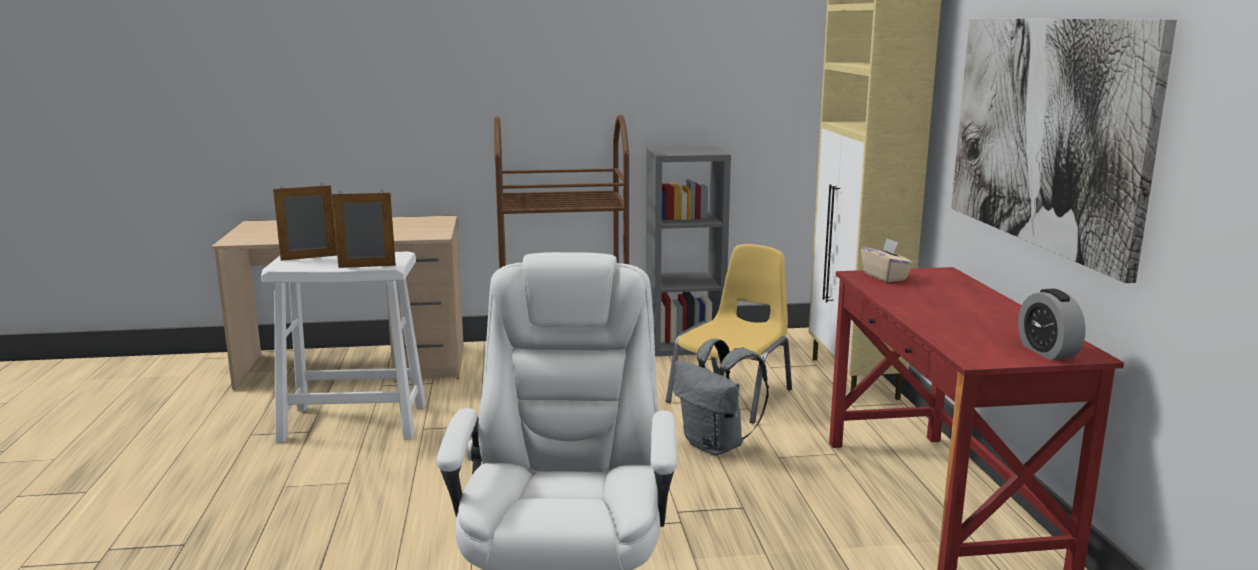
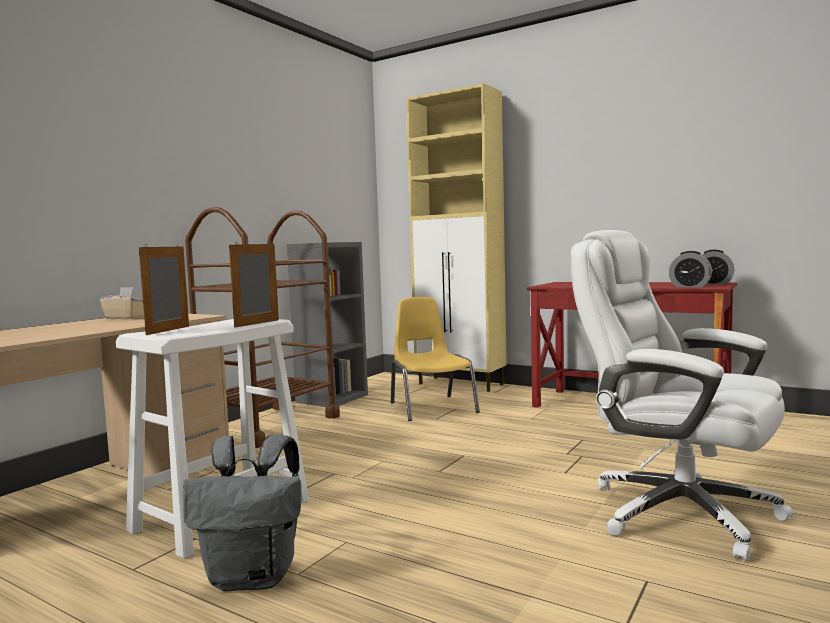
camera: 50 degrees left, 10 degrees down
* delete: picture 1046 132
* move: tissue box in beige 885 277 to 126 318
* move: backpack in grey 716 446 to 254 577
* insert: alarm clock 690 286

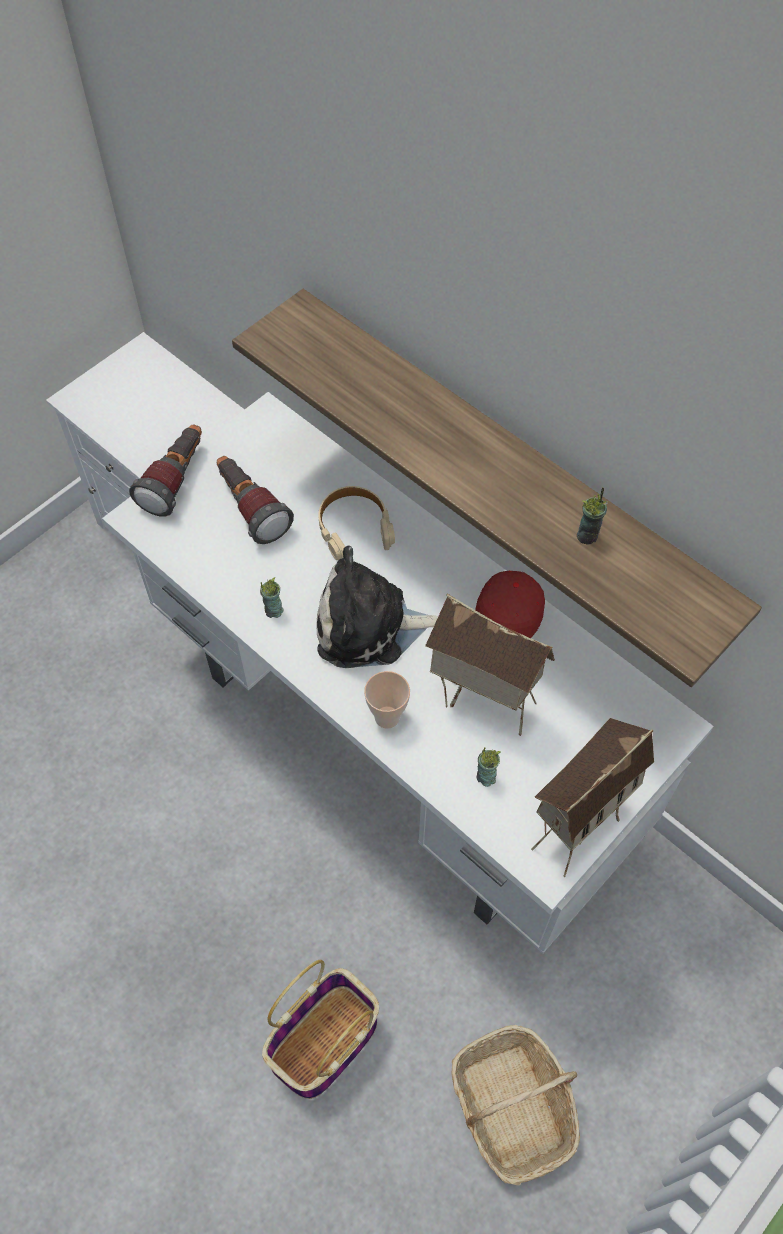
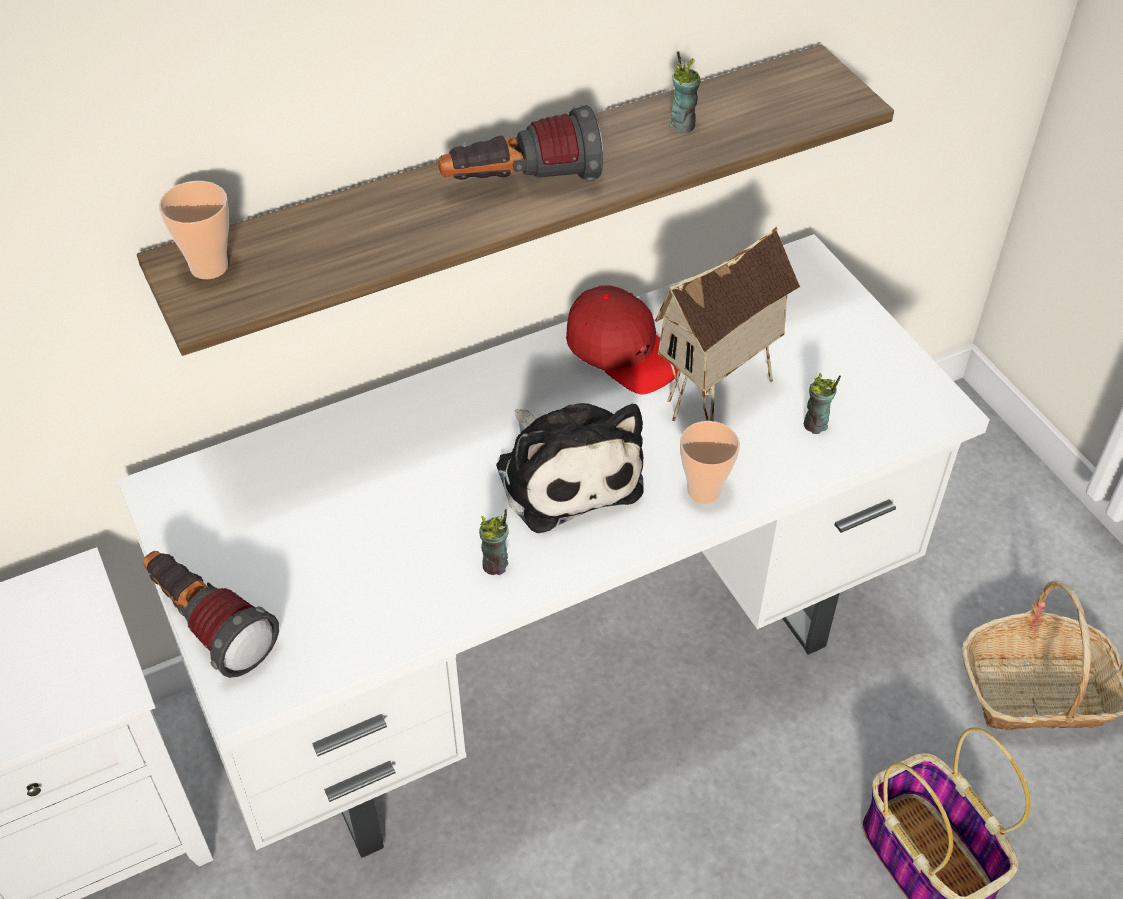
camera: 70 degrees left, 10 degrees down
* move: flashlight 250 509 to 521 184
* delete: headphones in beige 354 528
* rotate: plush toy 369 626 = 566 473 45 degrees counterclockwise
* delete: toy house 575 823
* insert: cup 209 267

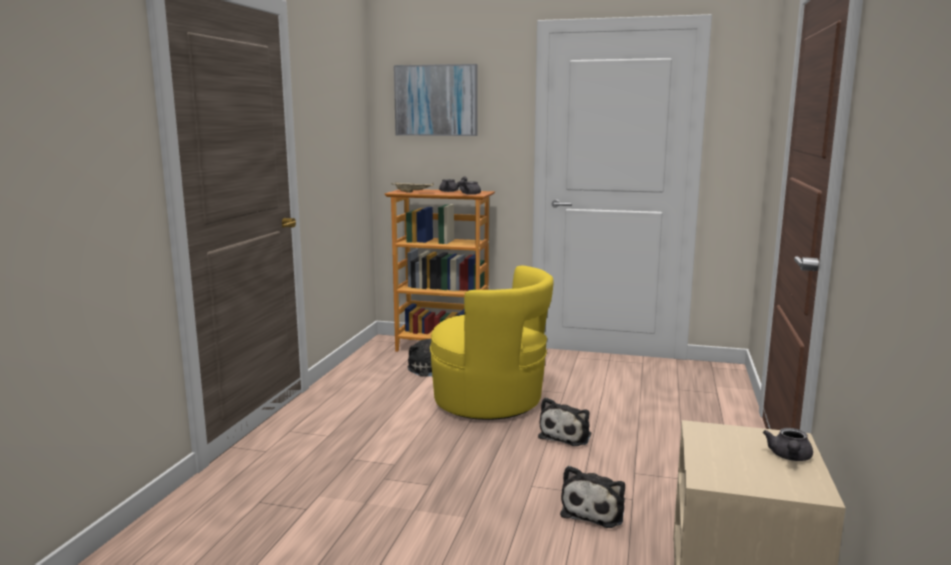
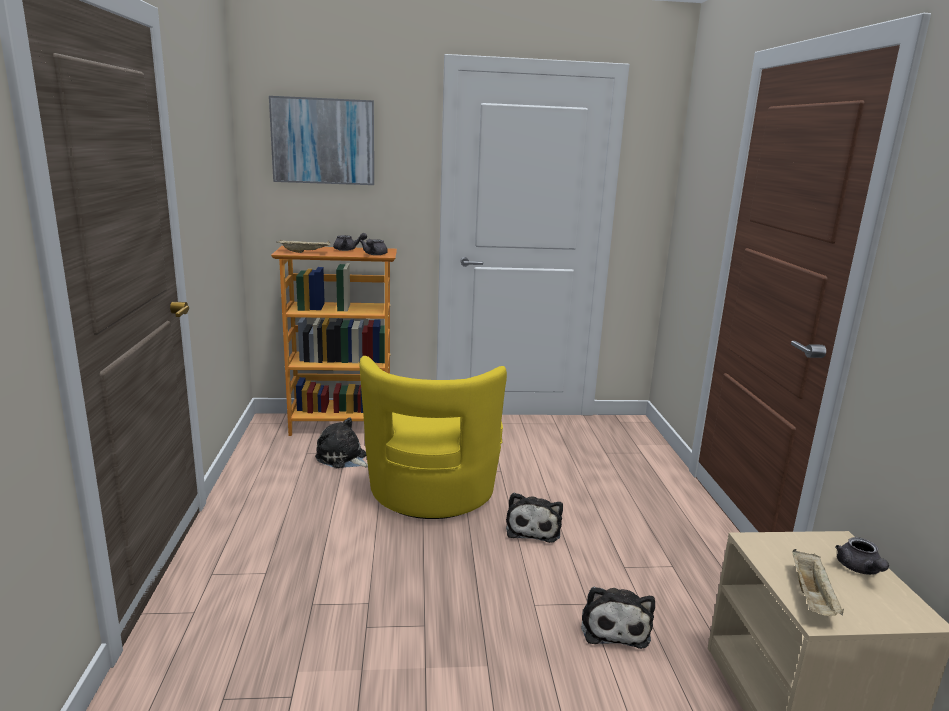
camera: 20 degrees left, 5 degrees up
* rotate: armchair in yellow 490 401 = 431 493 90 degrees clockwise
* insert: tray in beige 812 598

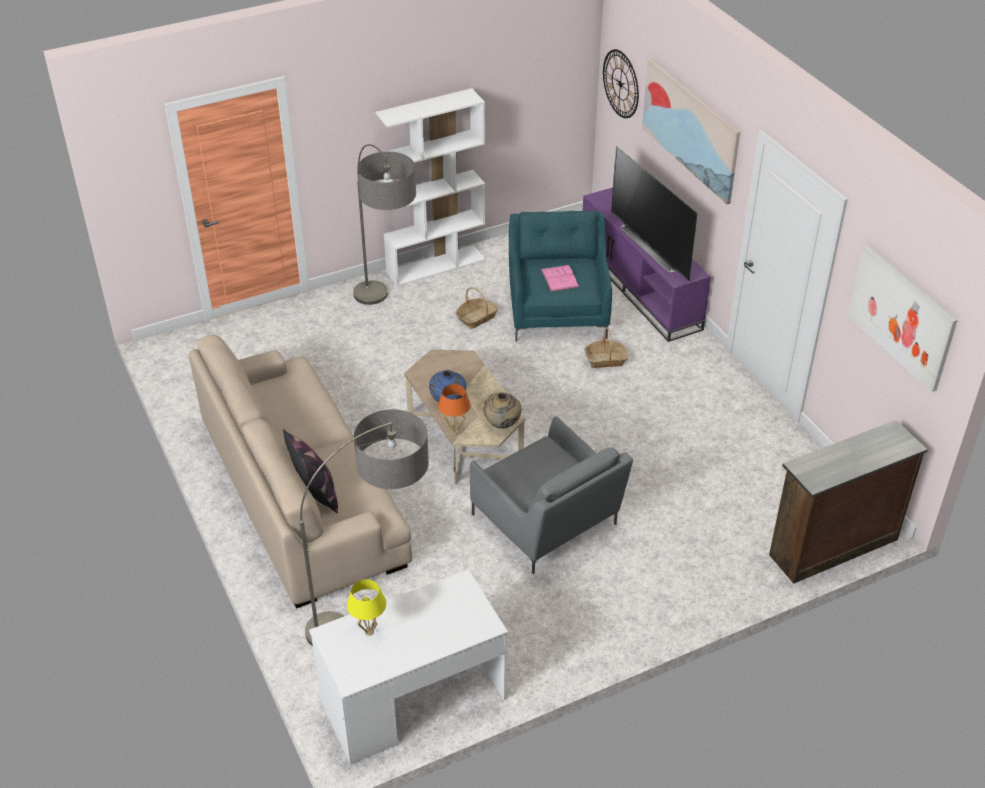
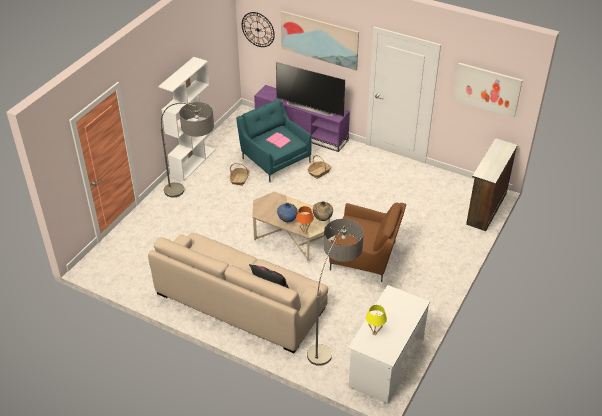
camera: 35 degrees left, 0 degrees up
* recolor: armchair in grey 547 523 to armchair in brown 366 257

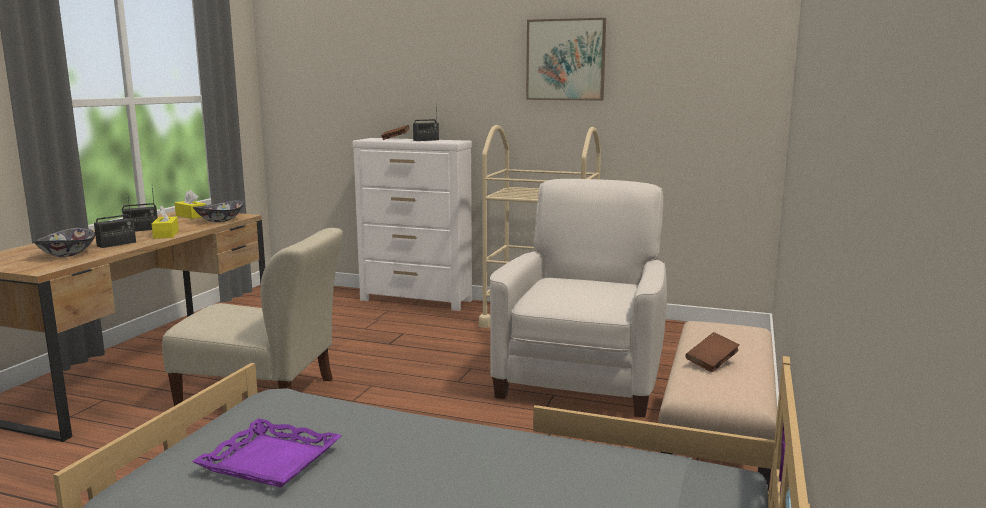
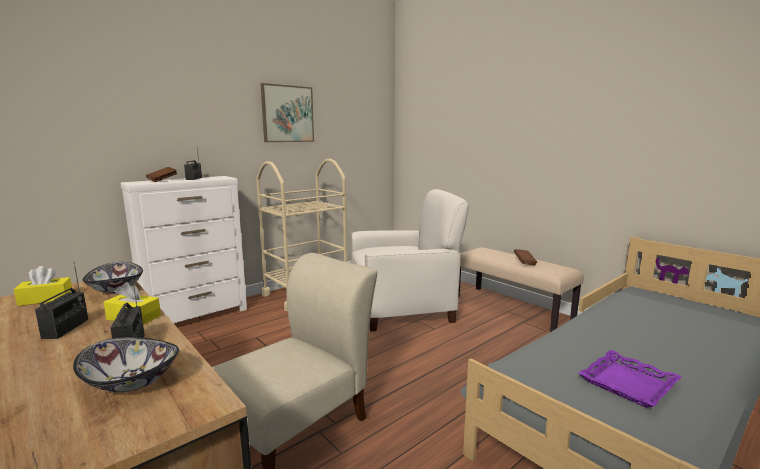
camera: 60 degrees left, 0 degrees up
* rotate: armchair in white 581 378 = 403 308 120 degrees clockwise

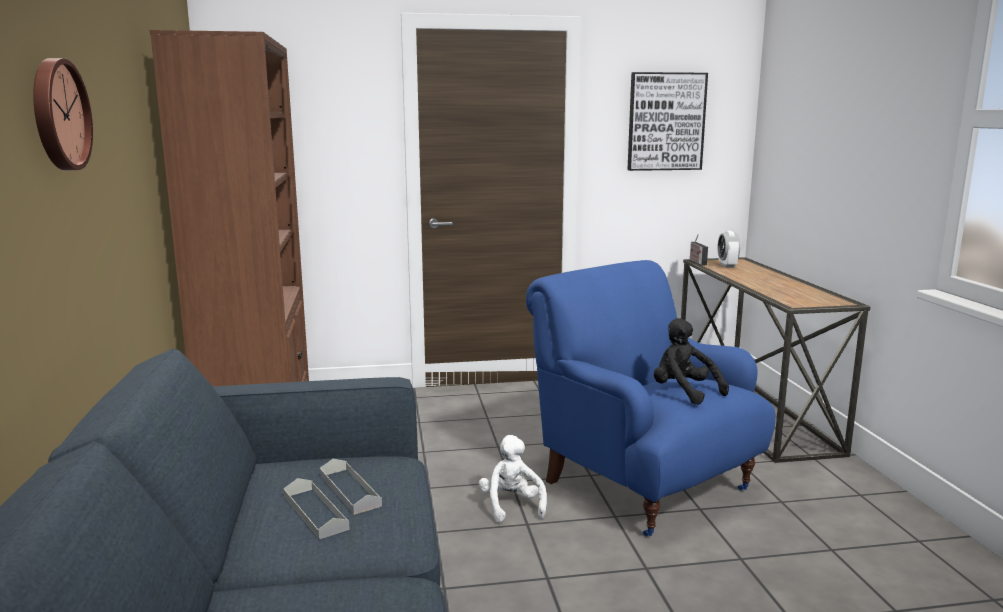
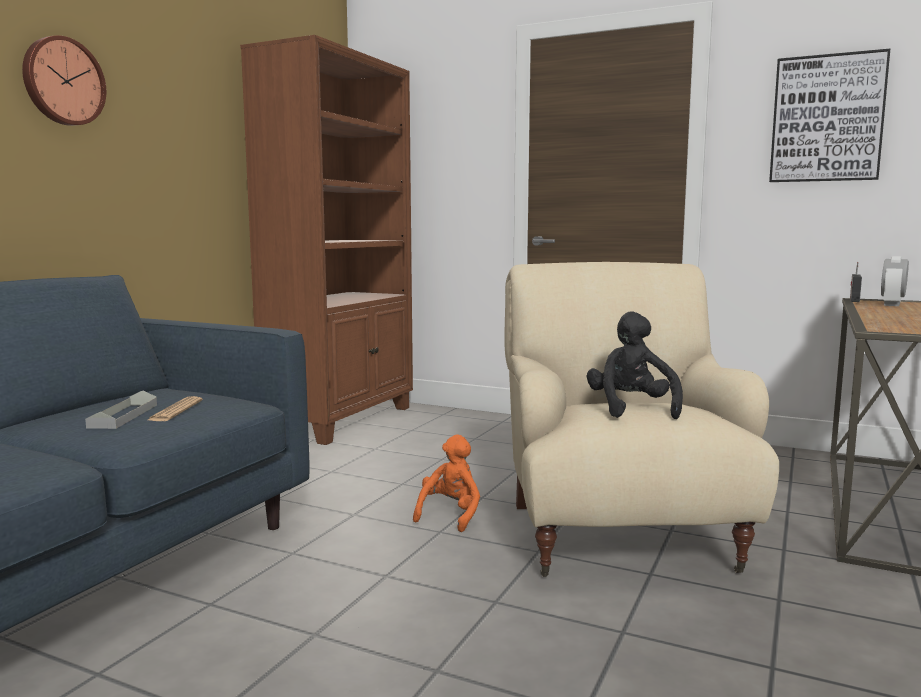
camera: 35 degrees right, 5 degrees down
* recolor: armchair in blue 643 484 to armchair in beige 618 535
* recolor: plush toy in white 511 506 to plush toy in orange 450 515
* replace: tray in grey 350 490 to newspaper 175 410

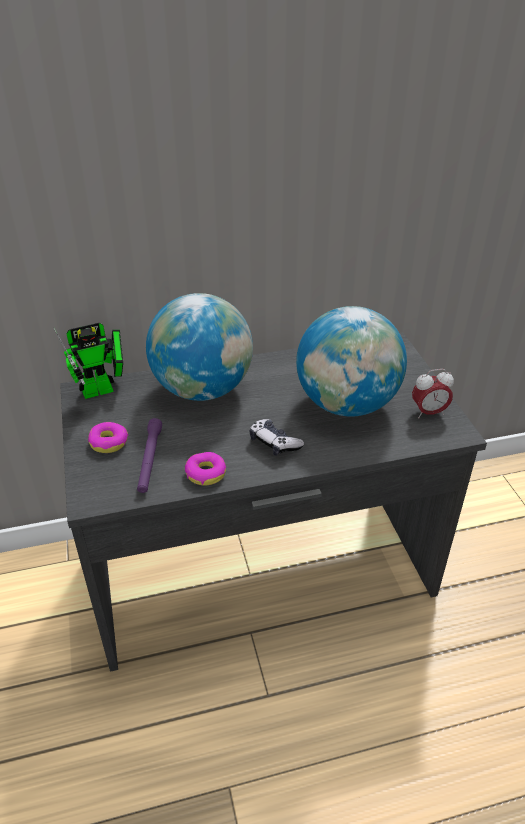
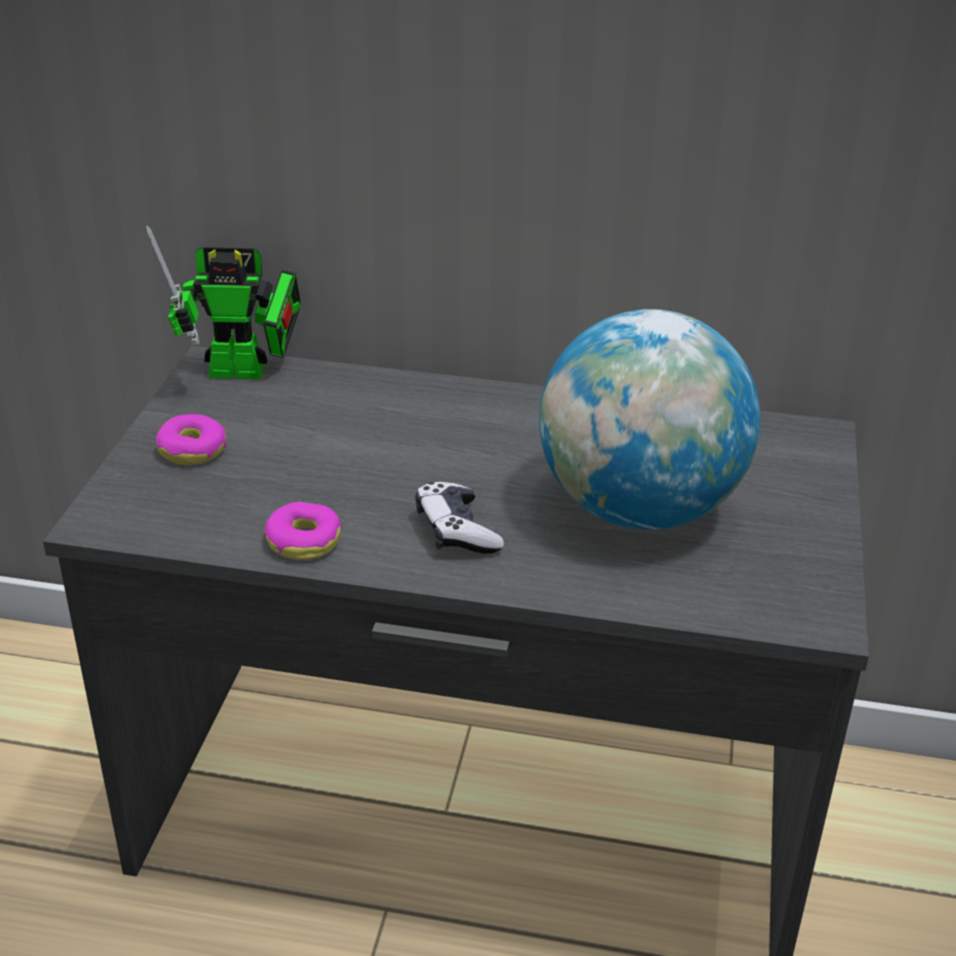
camera: 25 degrees right, 5 degrees down
* delete: globe 202 389
* delete: alarm clock 428 412
* delete: flashlight in purple 150 460

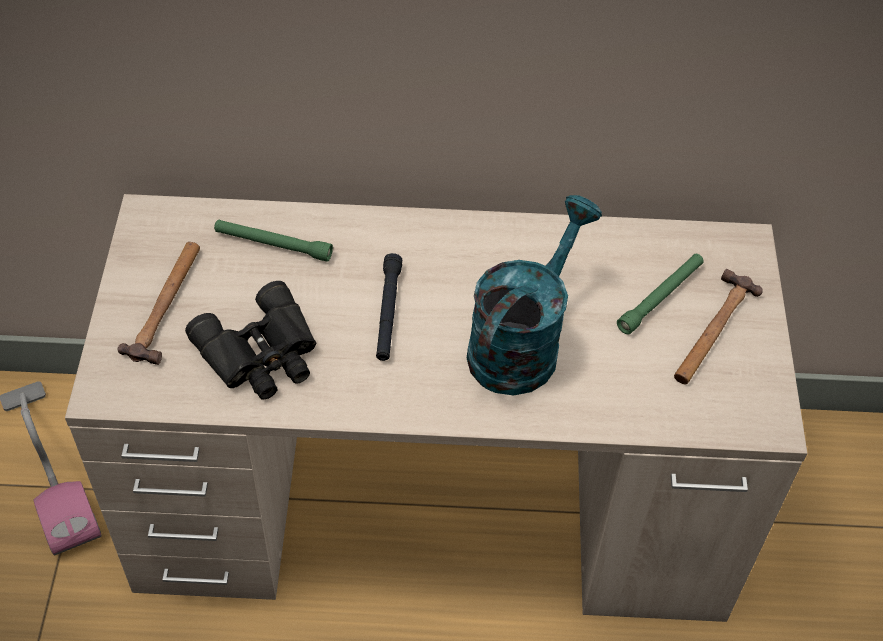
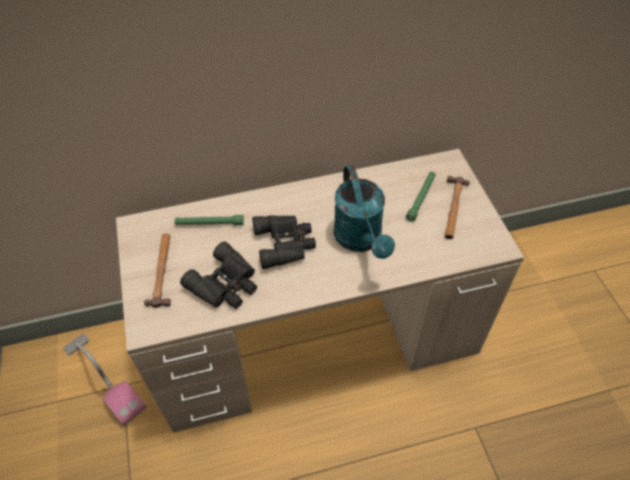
camera: 15 degrees left, 0 degrees up
* rotate: watering can in turquoise 521 342 = 361 240 150 degrees clockwise
* replace: flashlight in black 388 312 to binoculars in black 285 243

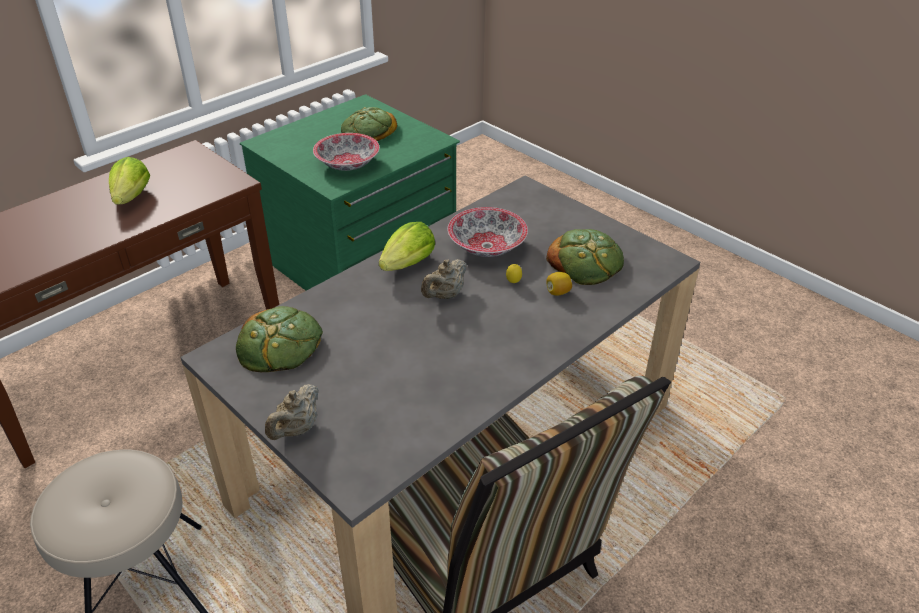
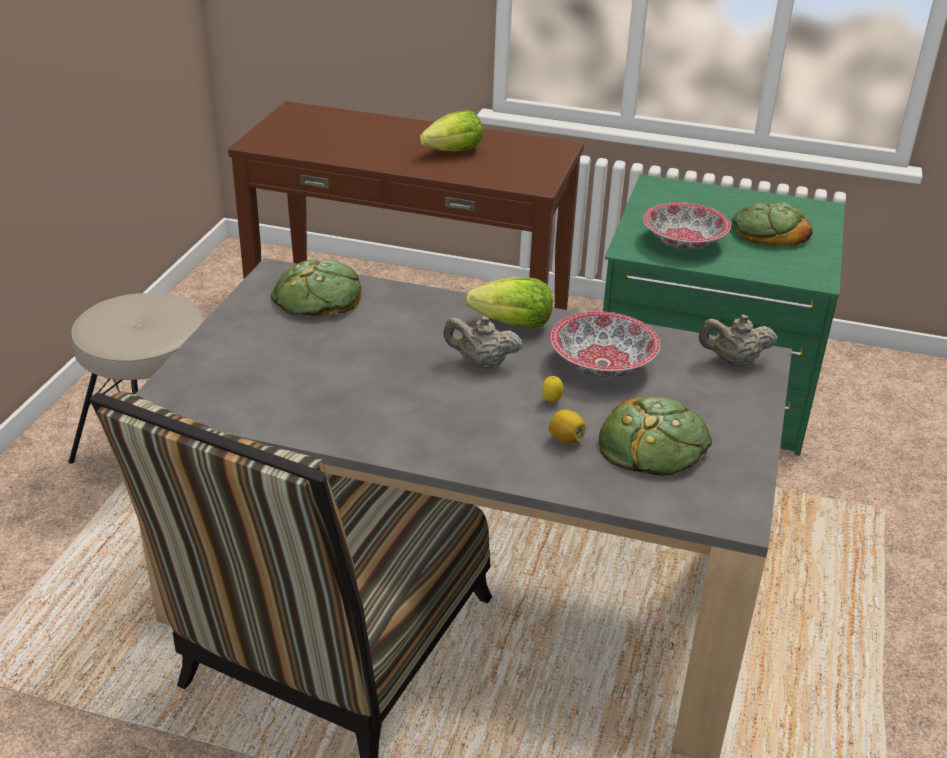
camera: 60 degrees right, 5 degrees down
* move: teapot in beige 296 429 to 733 361

